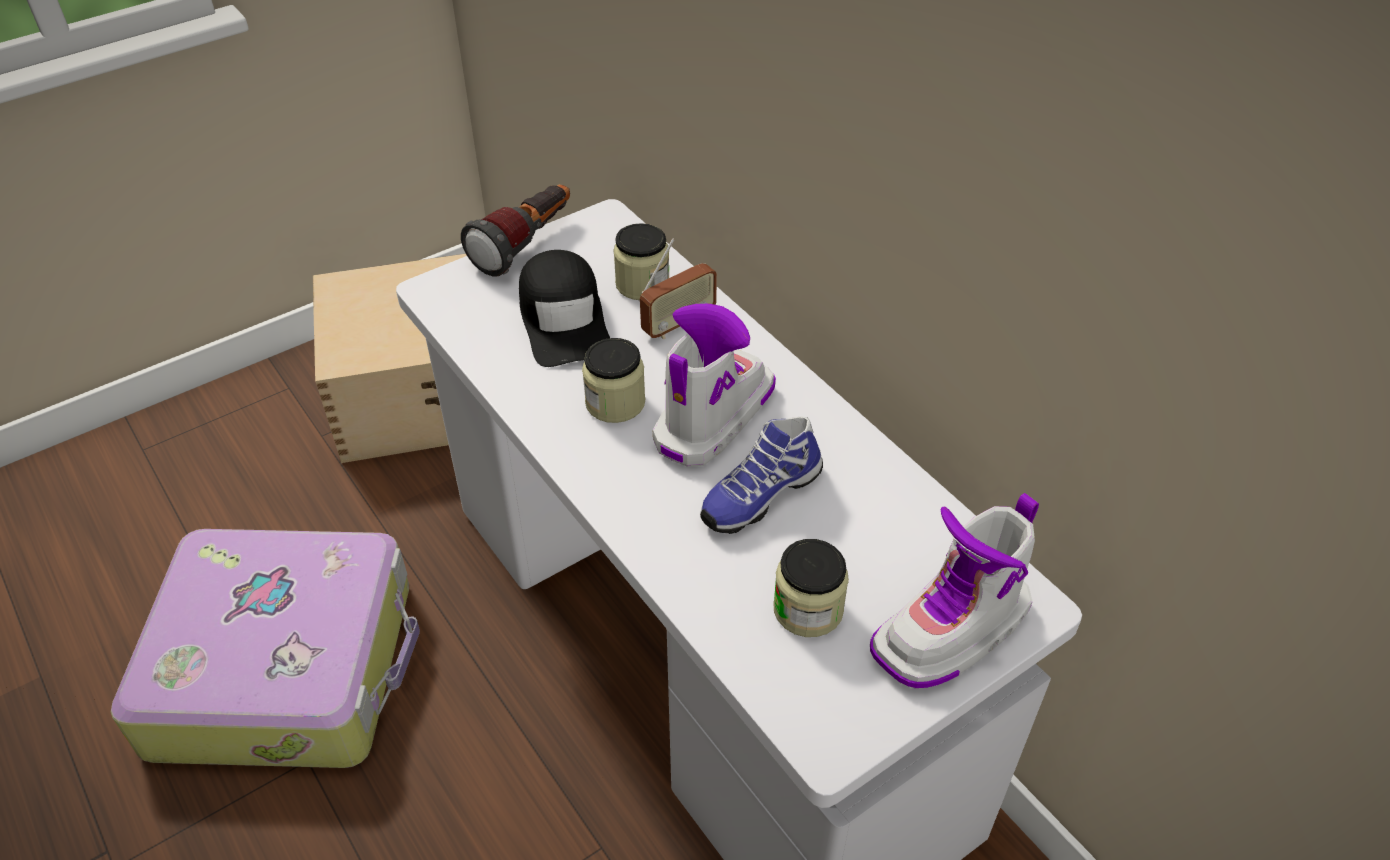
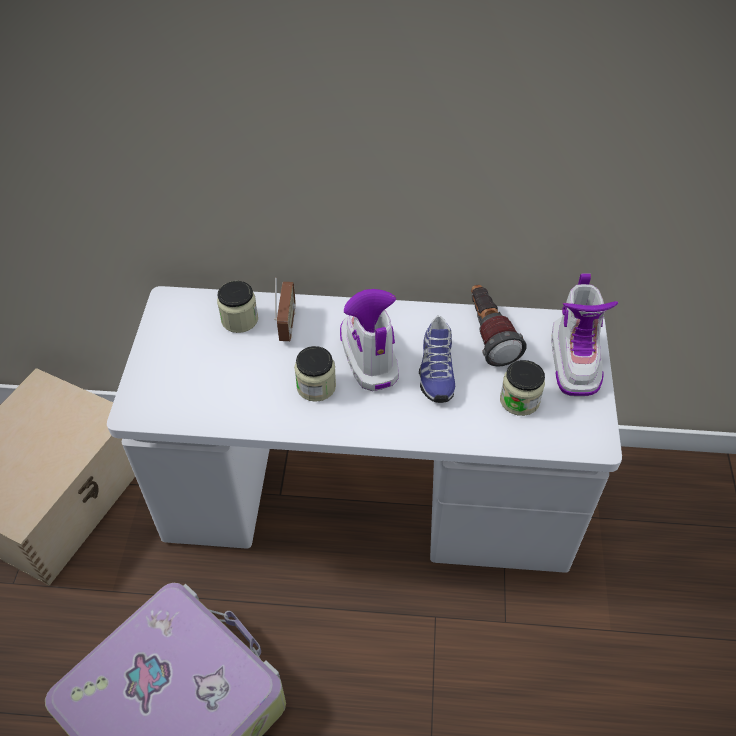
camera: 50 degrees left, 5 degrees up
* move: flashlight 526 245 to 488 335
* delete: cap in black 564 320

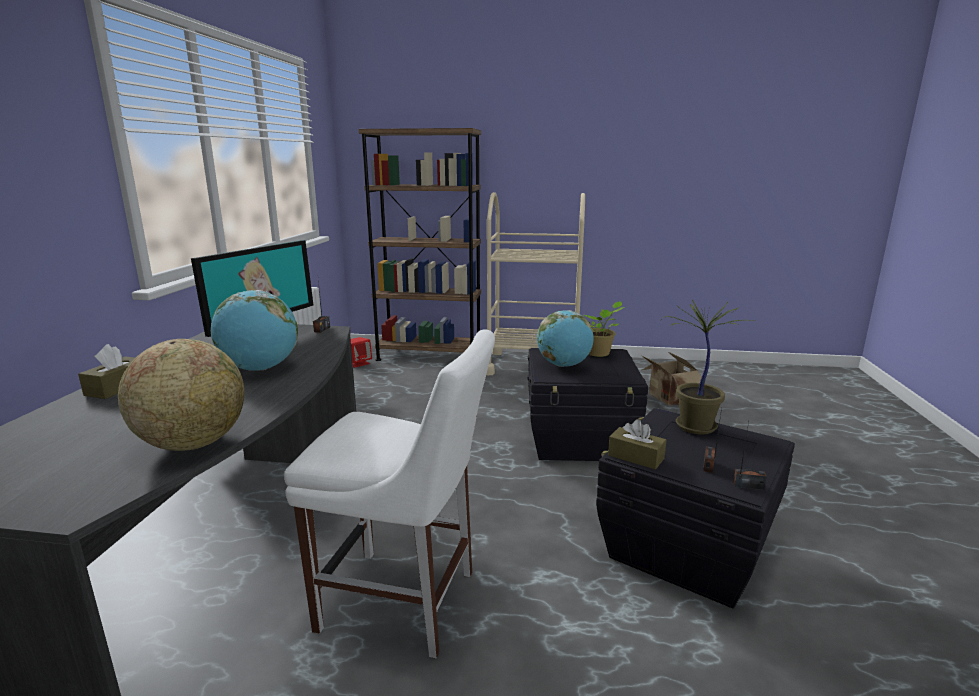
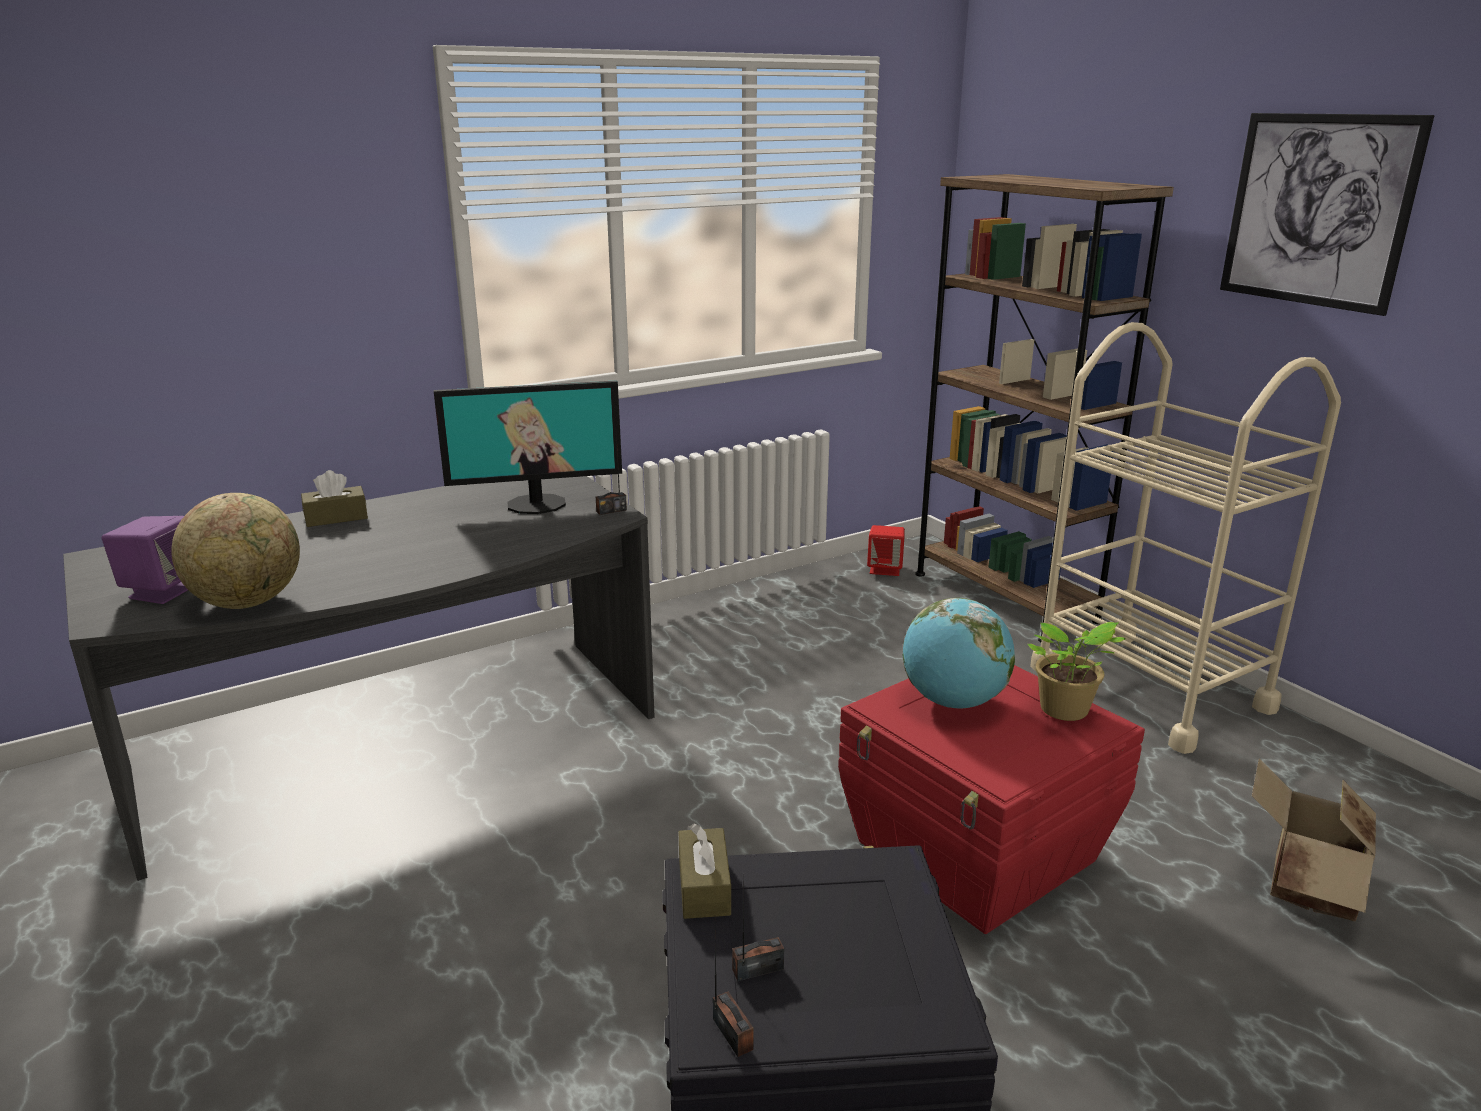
camera: 50 degrees right, 5 degrees up
* delete: globe 260 369
* delete: potted plant 694 427
* delete: chair in white 405 602
* recolor: storage box in black 580 440 to storage box in red 976 852
* insert: picture 1317 210
* insert: speaker in purple 163 591

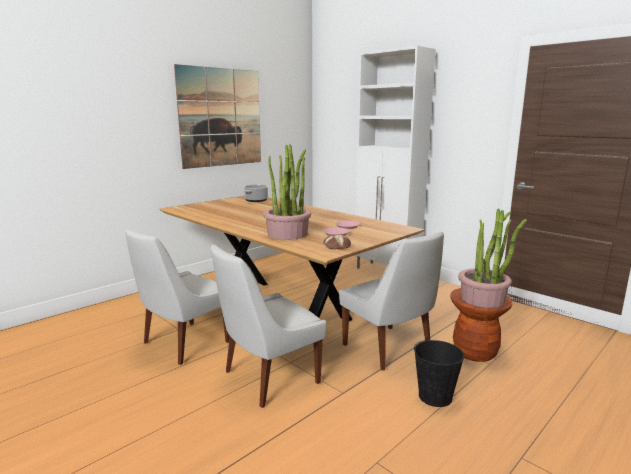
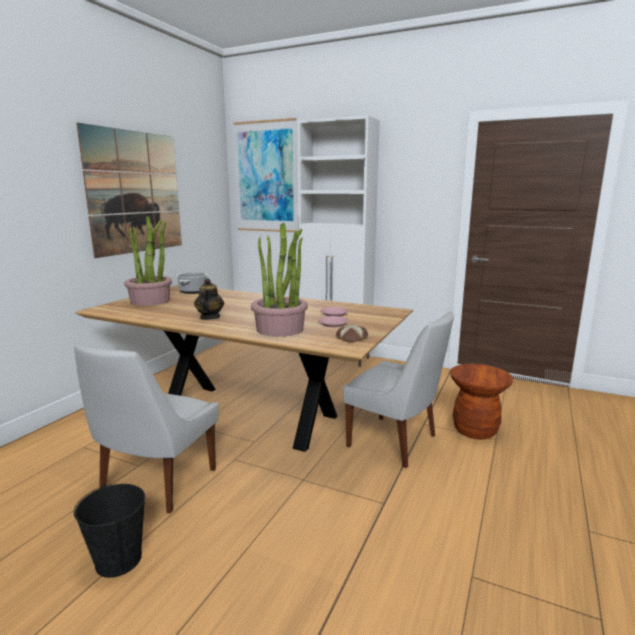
camera: 20 degrees left, 0 degrees up
* move: potted plant 483 299 to 150 301
* delete: chair in white 268 378
* move: bucket in black 435 396 to 119 559
* insert: picture 266 177
* insert: teapot 209 317

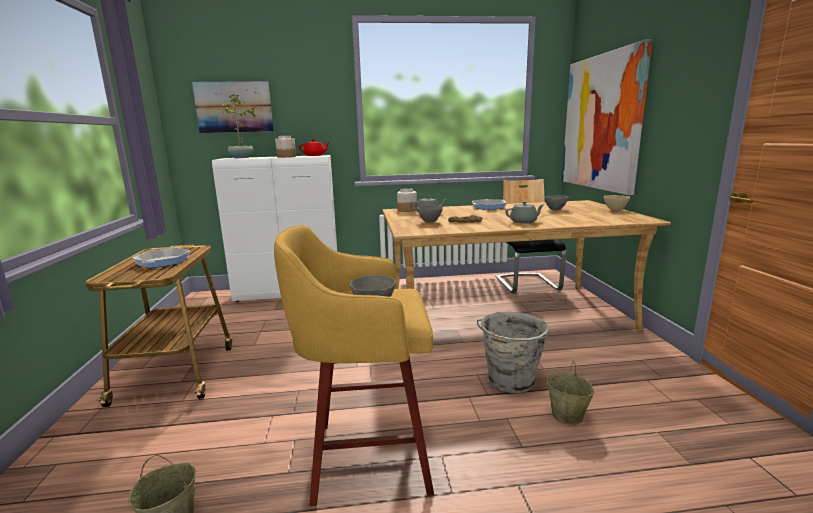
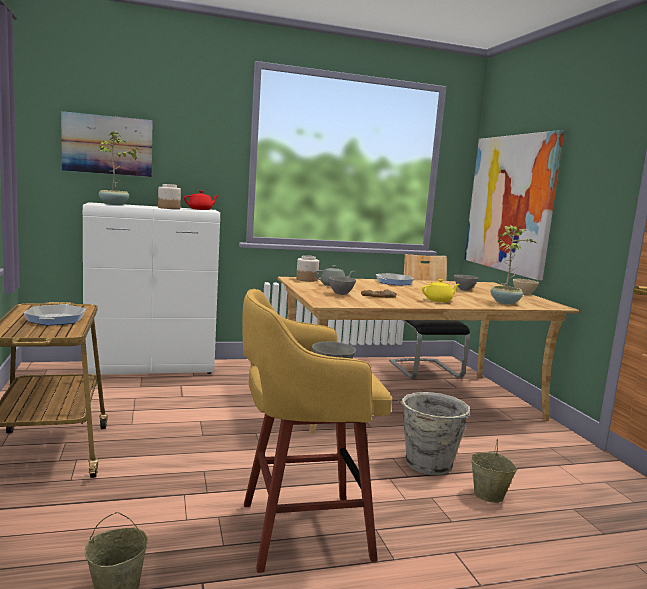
camera: 10 degrees left, 5 degrees down
* recolor: teapot in grey 524 222 to teapot in yellow 439 300
* insert: potted plant 505 302

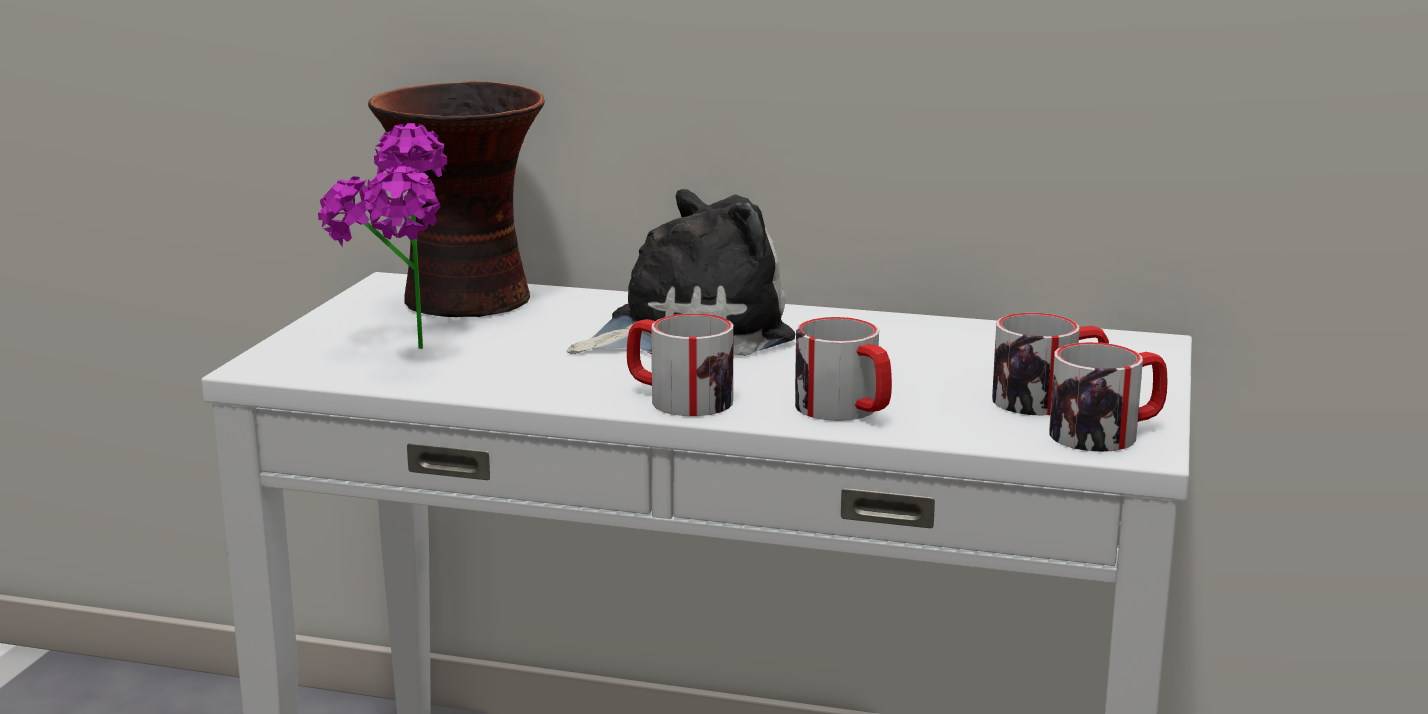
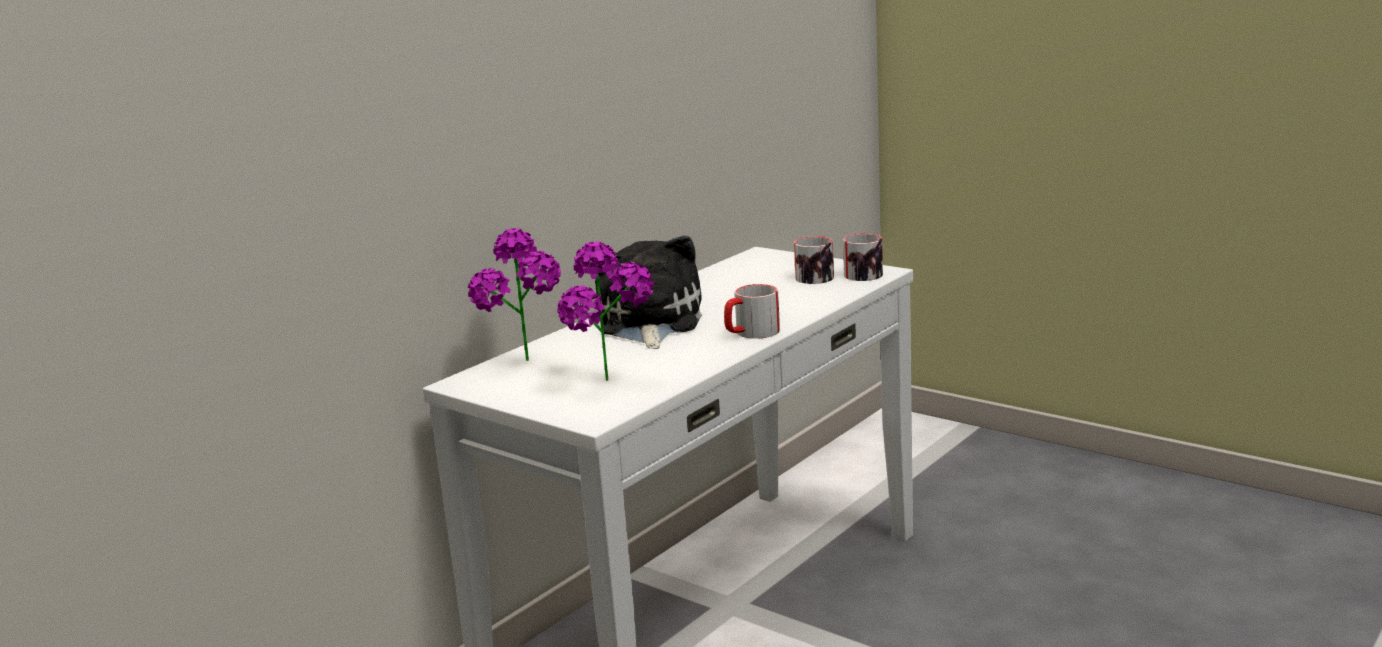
camera: 65 degrees left, 0 degrees up
* replace: vase 467 301 to potted plant 527 366
* delete: mug 846 410

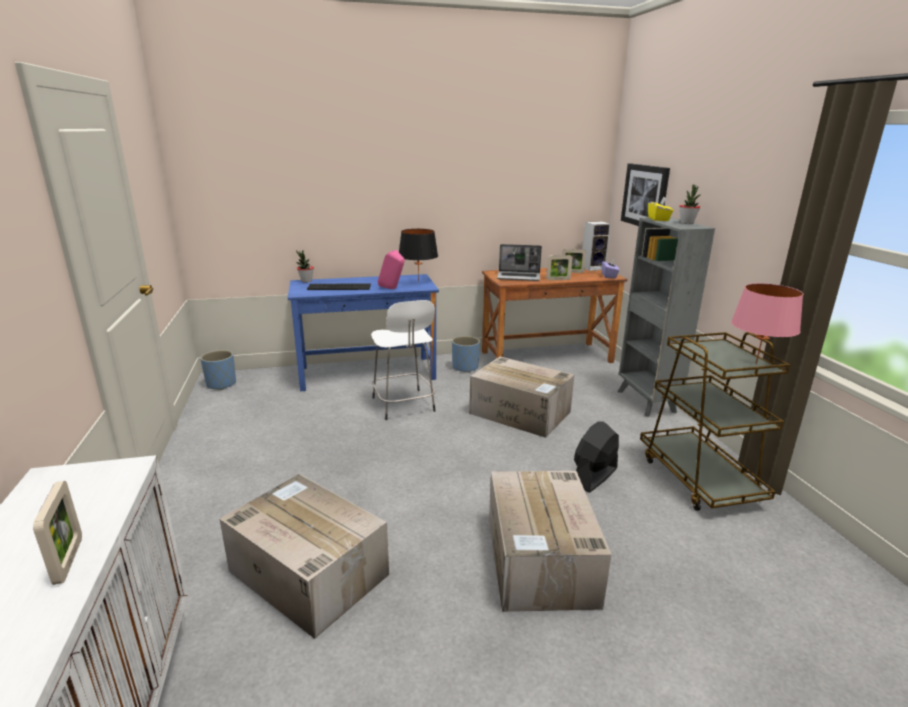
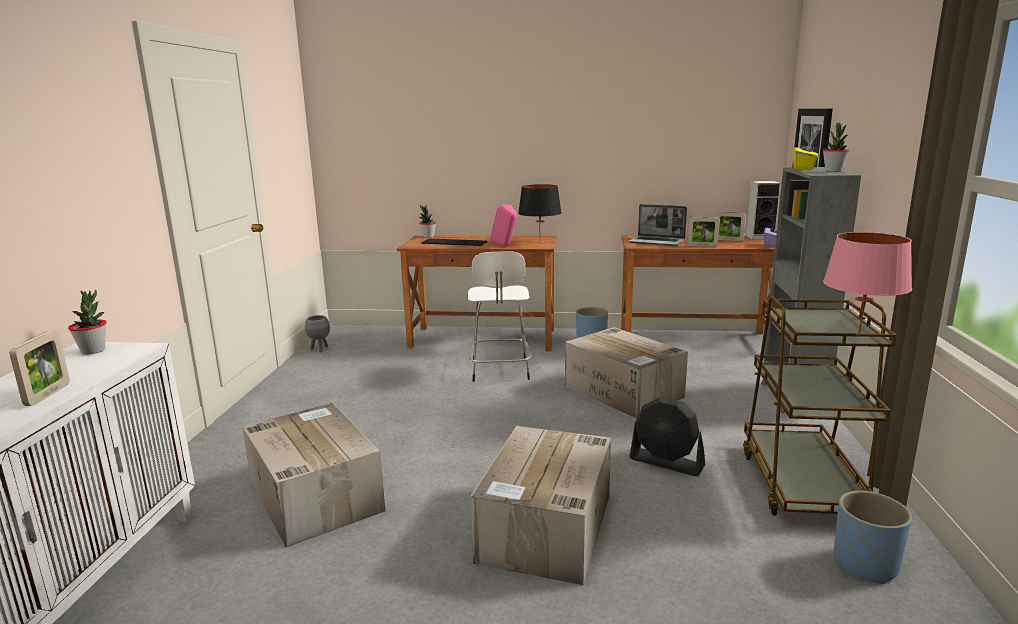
camera: 20 degrees right, 5 degrees down
* recolor: desk in blue 367 373 to desk in brown 483 338
* move: planter in blue 221 384 to 865 564
* rotate: fan in black 594 476 = 667 462 120 degrees counterclockwise
* insert: potted plant 93 351
* insert: planter in grey 319 349

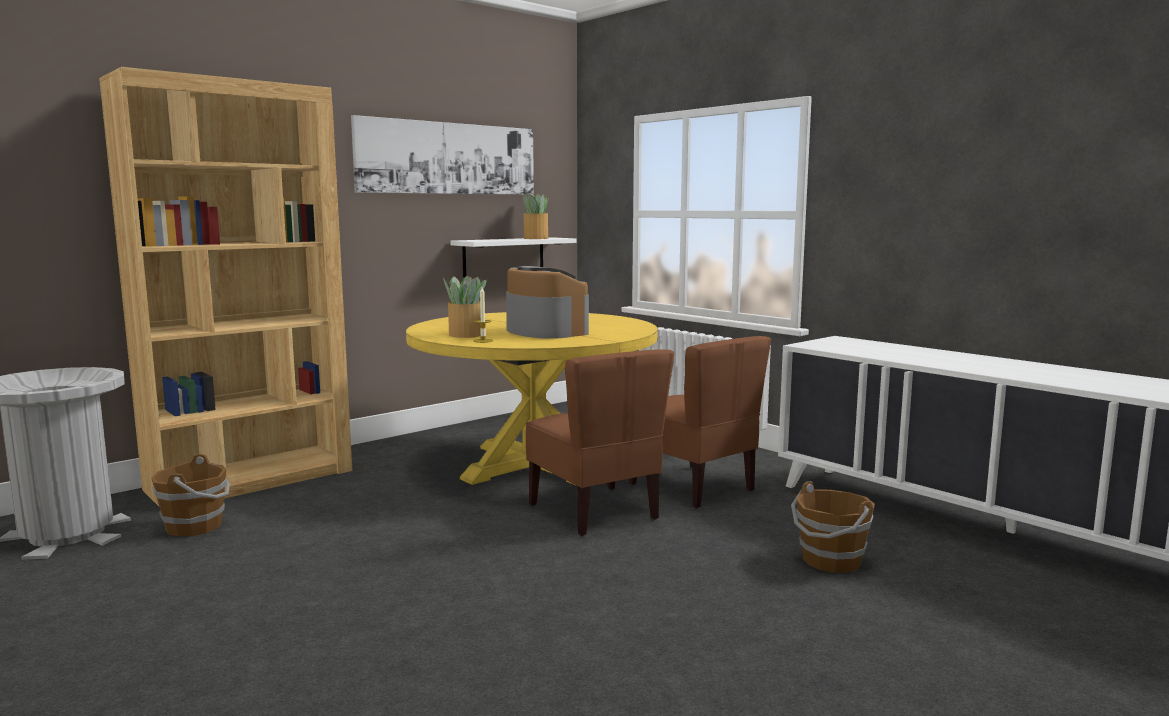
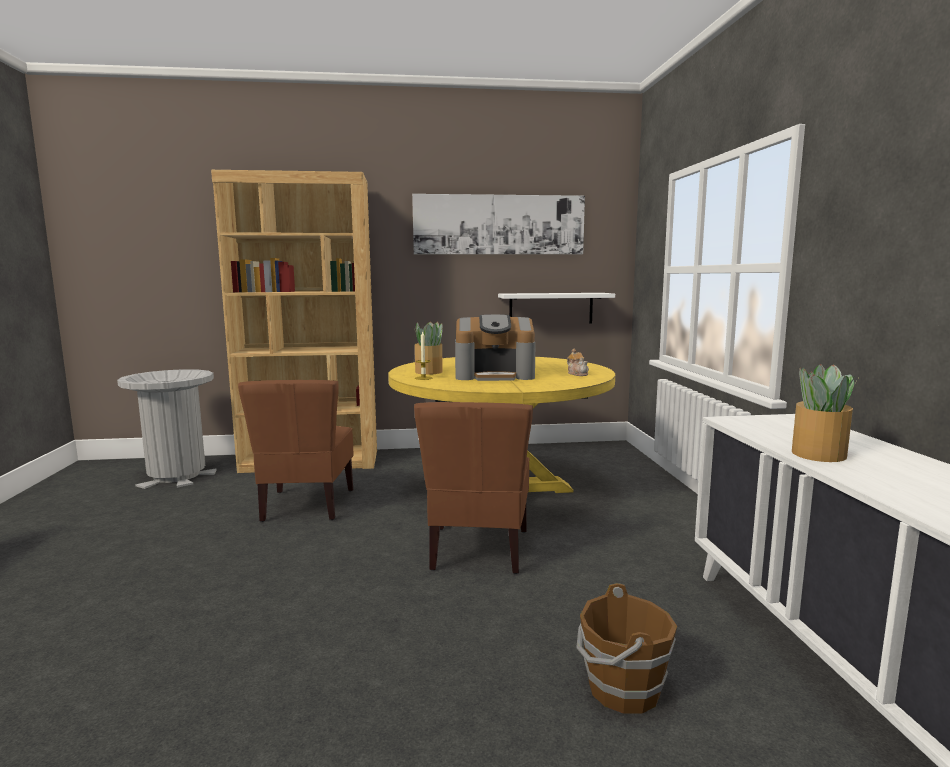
camera: 35 degrees right, 0 degrees up
* move: potted plant 535 238 to 818 454
* rotate: coffee machine 544 331 = 495 375 90 degrees clockwise
* move: chair in brown 693 487 to 307 505
* delete: bucket in brown 196 526
* insert: teapot 577 374

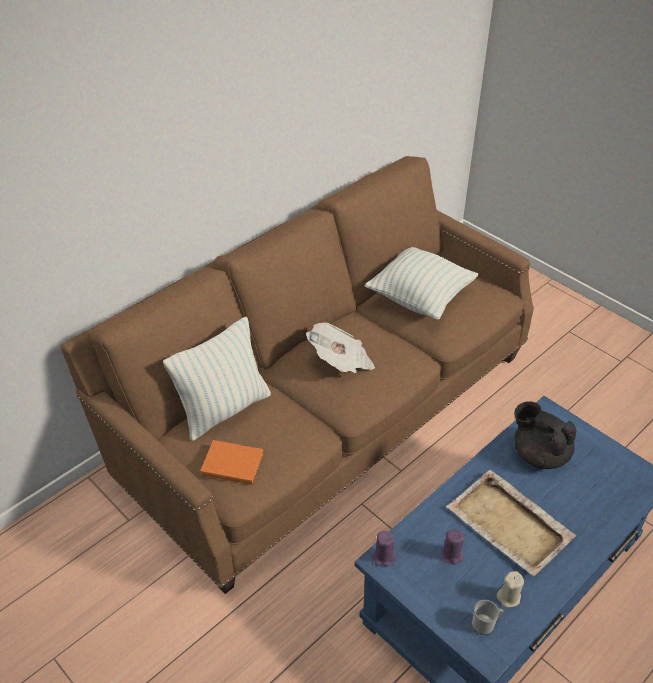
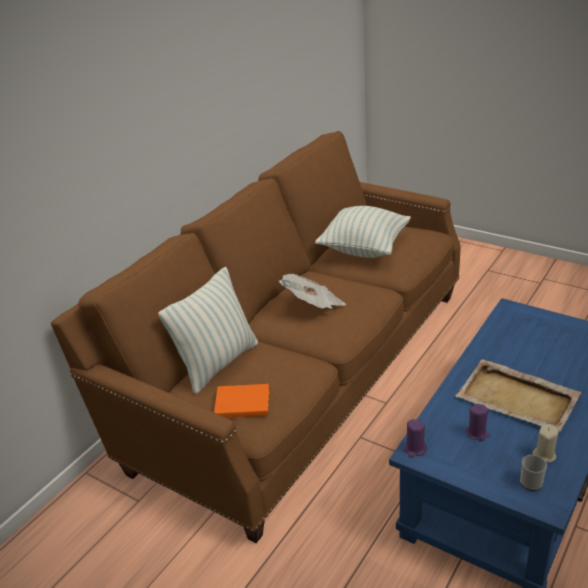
camera: 10 degrees left, 10 degrees down
* delete: teapot in black 539 454

